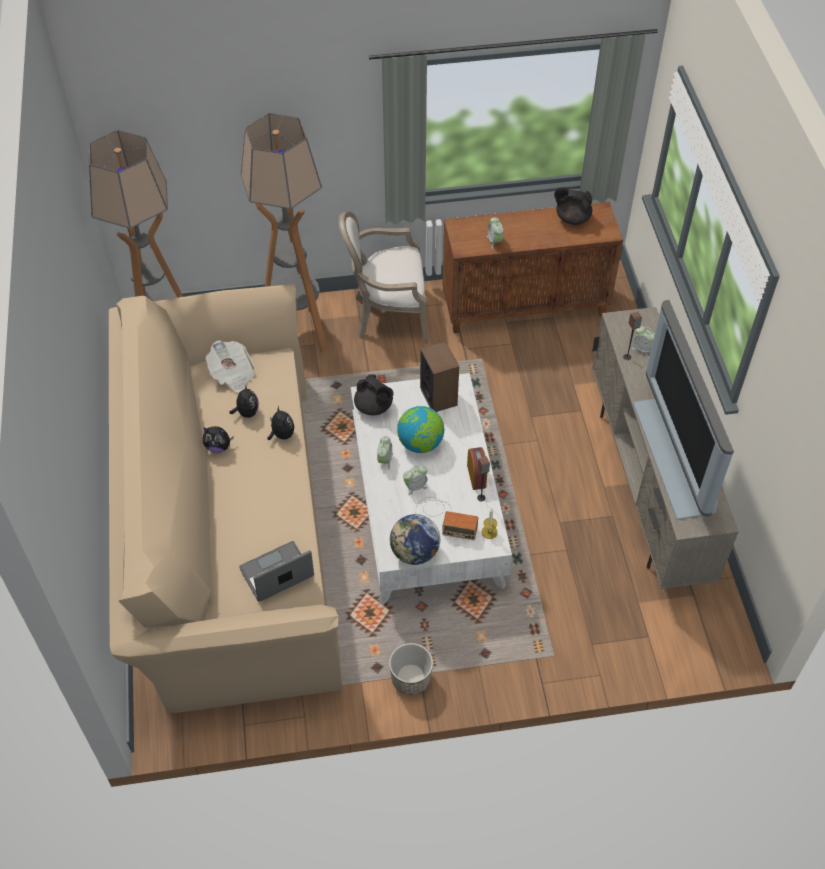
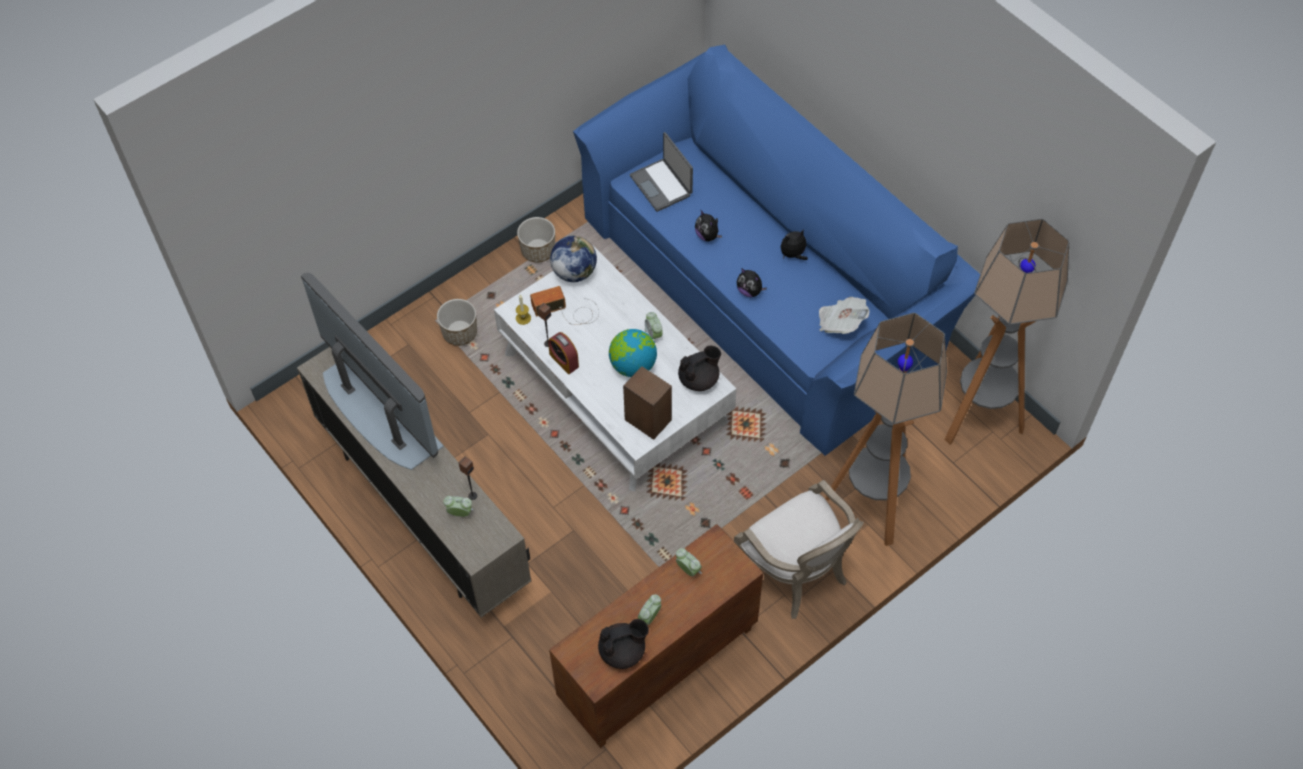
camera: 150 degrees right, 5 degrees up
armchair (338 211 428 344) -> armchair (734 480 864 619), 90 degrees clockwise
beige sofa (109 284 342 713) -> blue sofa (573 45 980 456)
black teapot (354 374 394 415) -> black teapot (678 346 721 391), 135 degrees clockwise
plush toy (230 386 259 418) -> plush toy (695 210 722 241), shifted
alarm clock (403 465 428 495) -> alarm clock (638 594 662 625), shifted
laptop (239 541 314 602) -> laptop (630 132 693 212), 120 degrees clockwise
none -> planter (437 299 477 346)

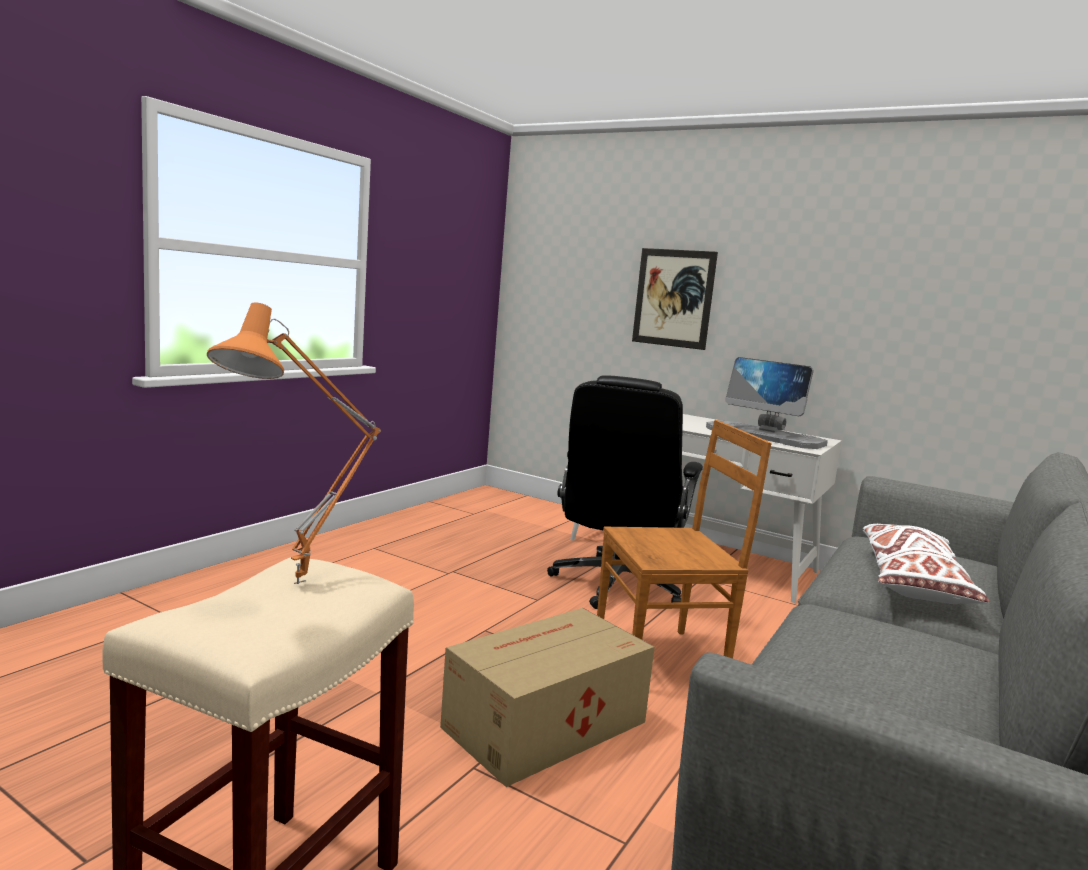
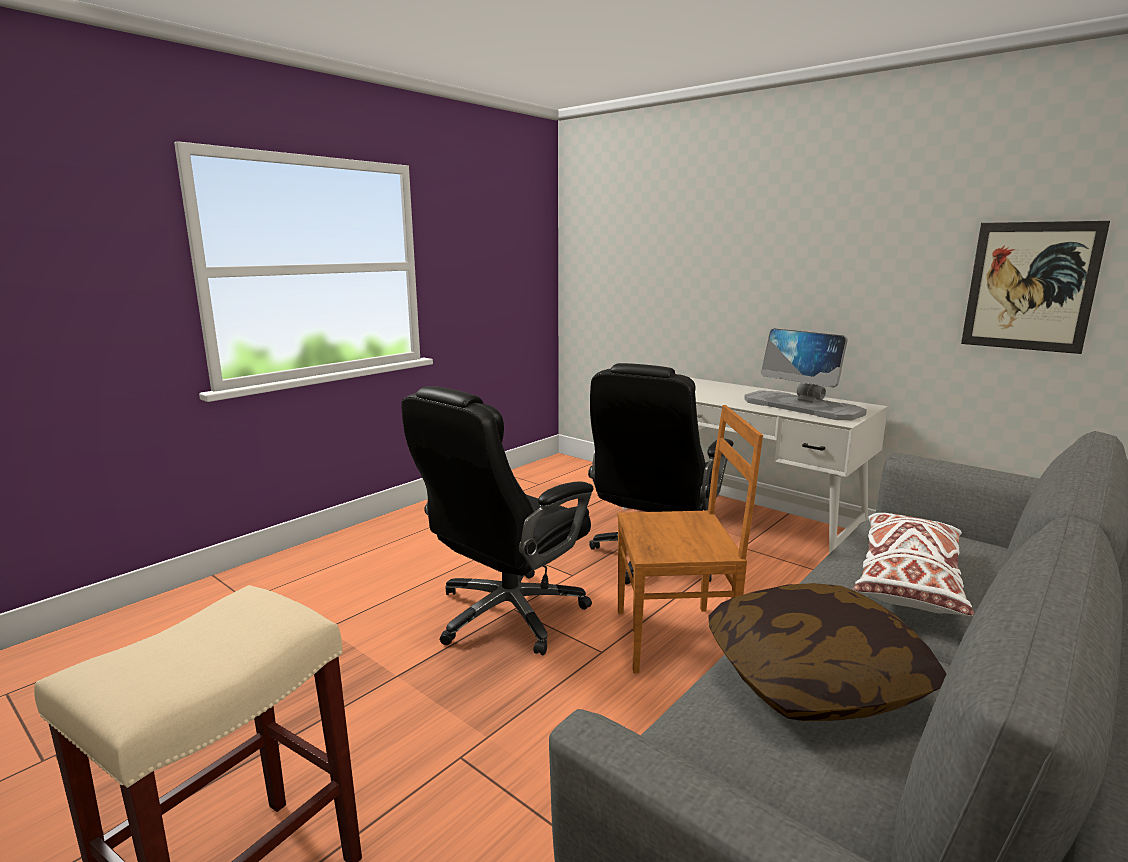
camera: 10 degrees right, 5 degrees up
picture (632 248 718 350) -> picture (961 221 1110 354), shifted
orange table lamp (207 302 381 584) -> none
cardboard box (440 608 655 787) -> none
none -> black office chair (401 386 594 655)
none -> pillow (708 583 947 721)

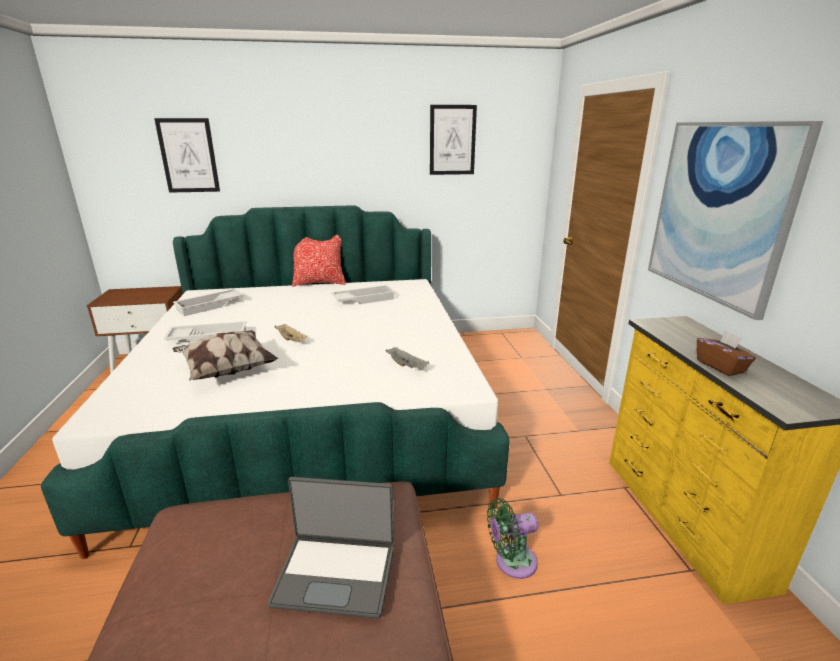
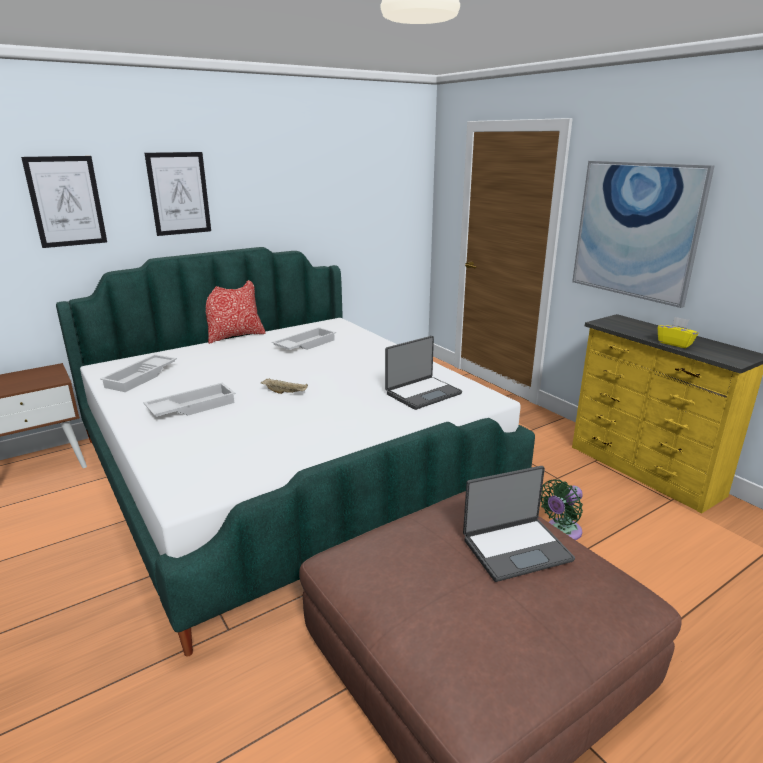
camera: 25 degrees left, 0 degrees up
picture (430 105 477 175) -> picture (145 152 211 236), shifted
pillow (173 330 279 381) -> none
brown tissue box (697 330 756 376) -> yellow tissue box (657 317 699 348)
grey tray (385 347 429 369) -> laptop (385 336 462 410)

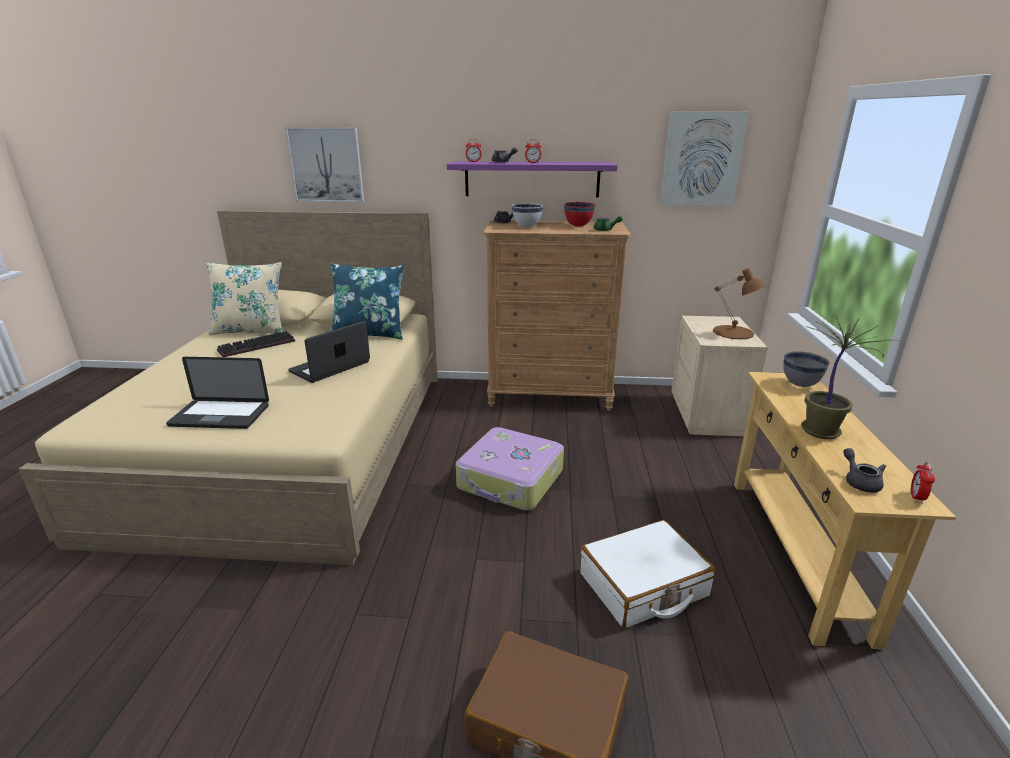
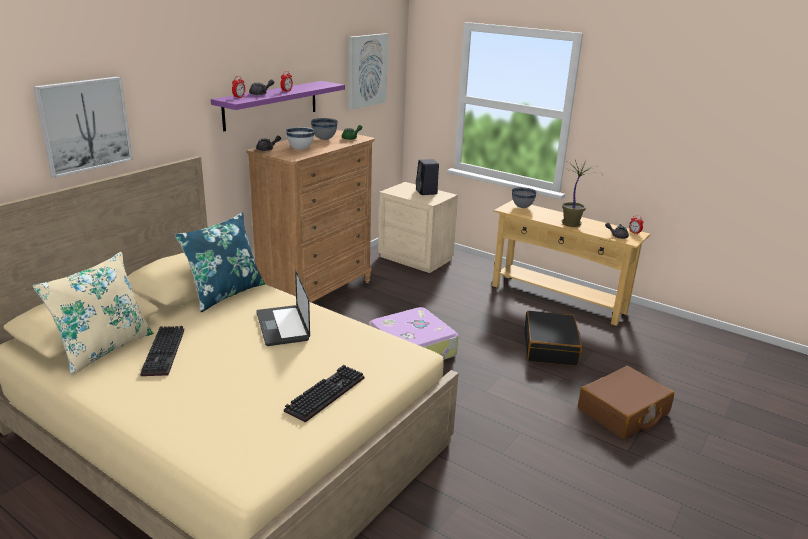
camera: 60 degrees left, 0 degrees up
red bowl (564 202 595 227) -> grey bowl (311 118 338 140)
brown table lamp (713 268 766 339) -> black speaker (416 159 439 195)
laptop (166 357 269 429) -> keyboard (284 365 364 423)
white suitcase (580 520 715 628) -> black suitcase (525 311 582 366)

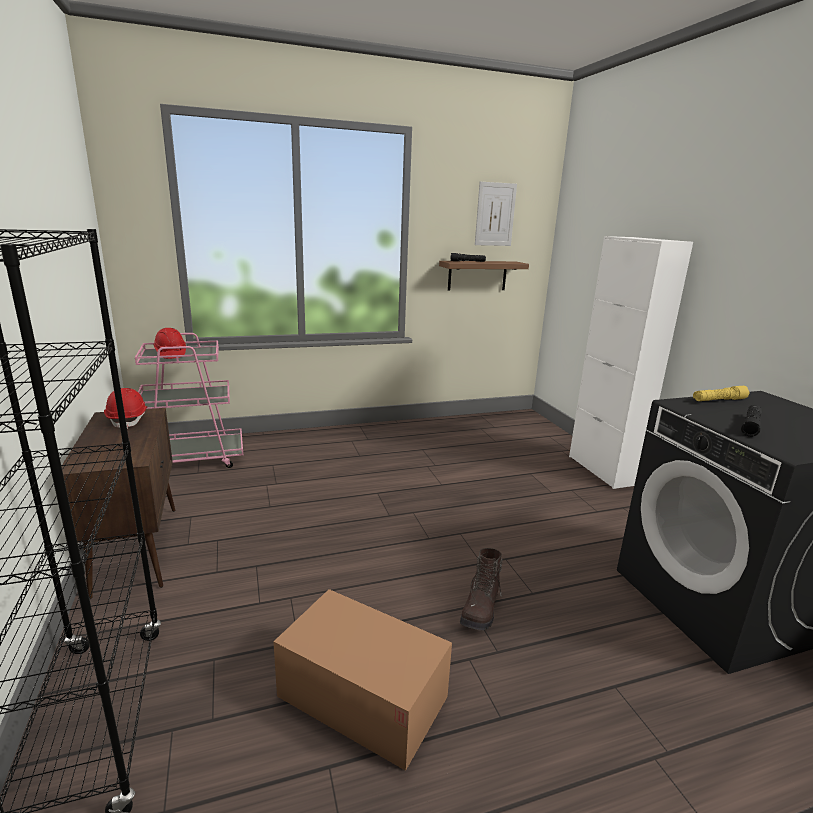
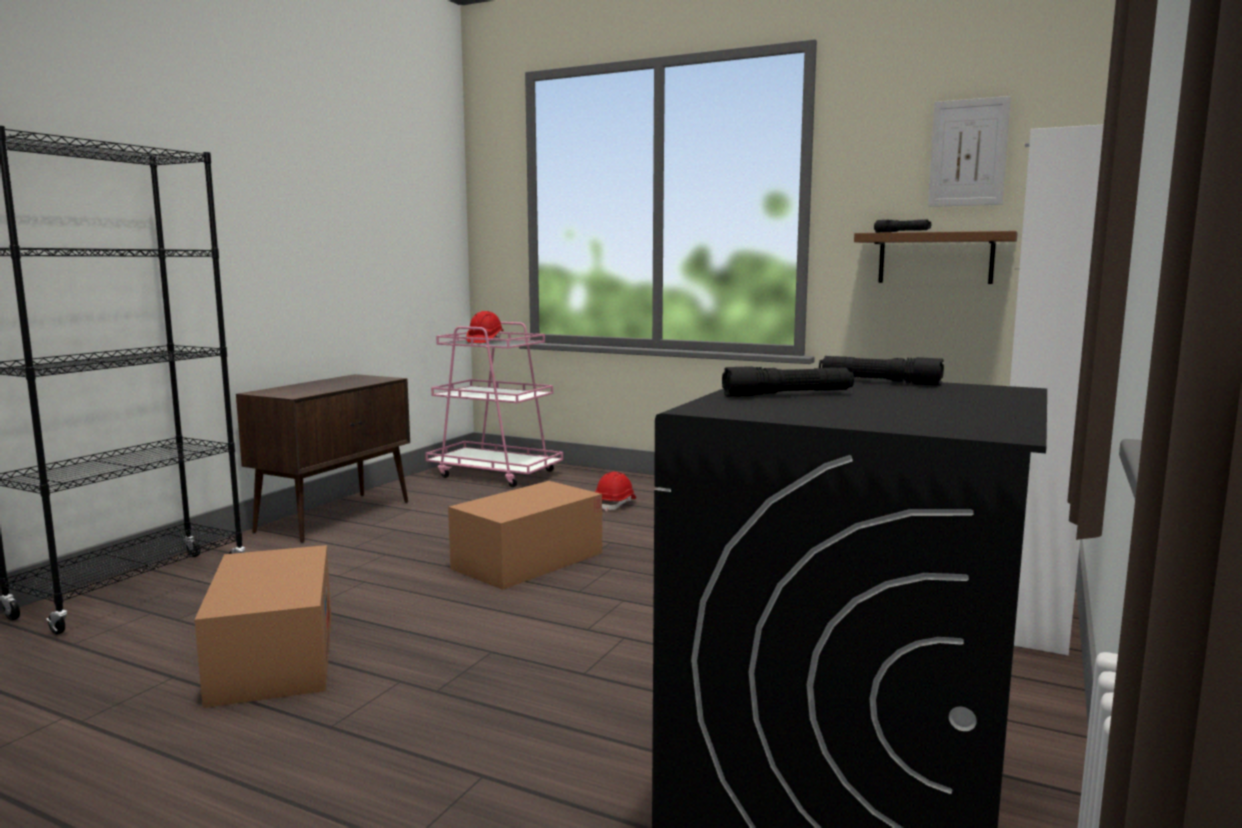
camera: 45 degrees right, 10 degrees down
yellow flashlight (693 386 749 401) -> black flashlight (819 356 944 386)
red hard hat (104 388 147 429) -> red hard hat (595 472 636 512), shifted
brown boot (460 548 503 630) -> none
none -> cardboard box (448 481 602 590)

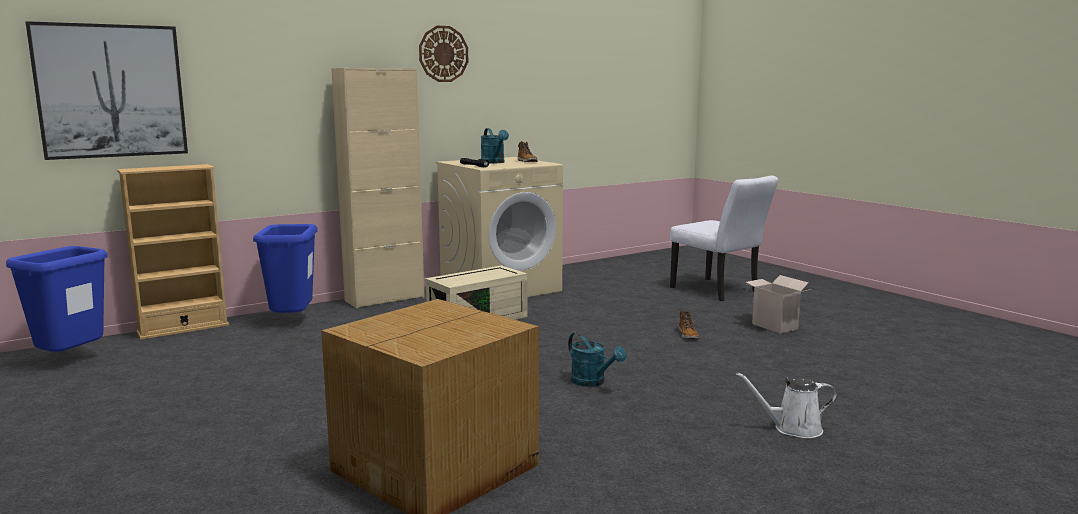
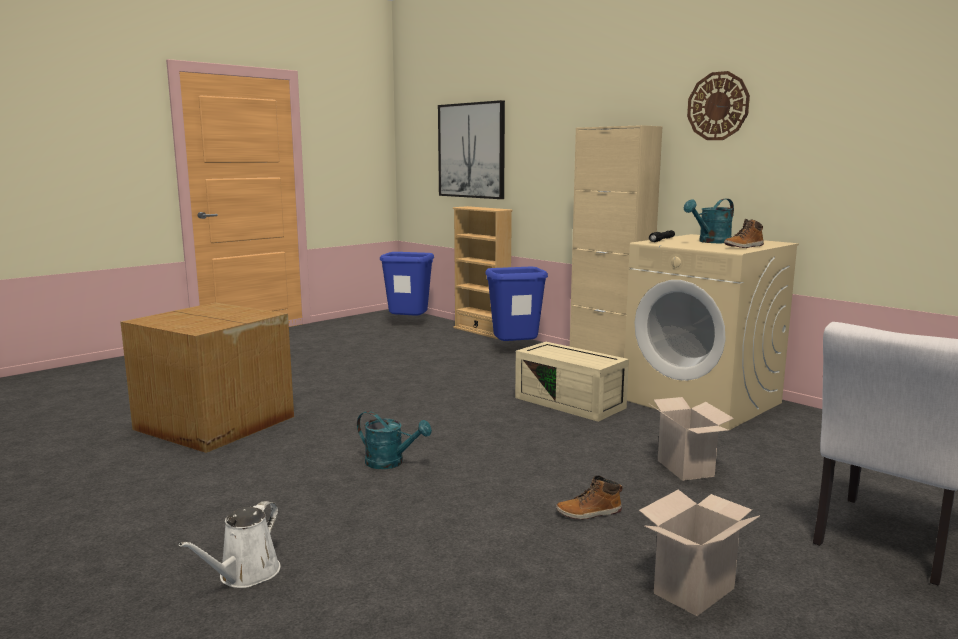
camera: 80 degrees right, 0 degrees up
turquoise watering can (568 332 626 387) -> turquoise watering can (357 411 432 469), 105 degrees counterclockwise
white watering can (736 372 837 438) -> white watering can (179 501 281 588), 150 degrees counterclockwise
none -> cardboard box (648 397 734 481)

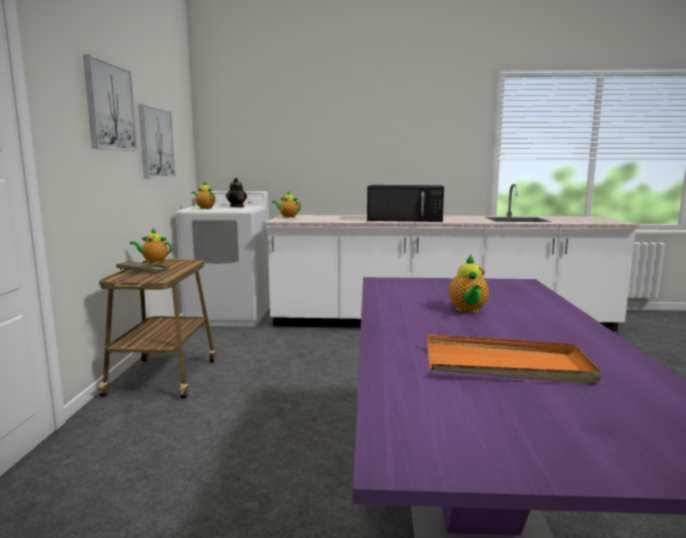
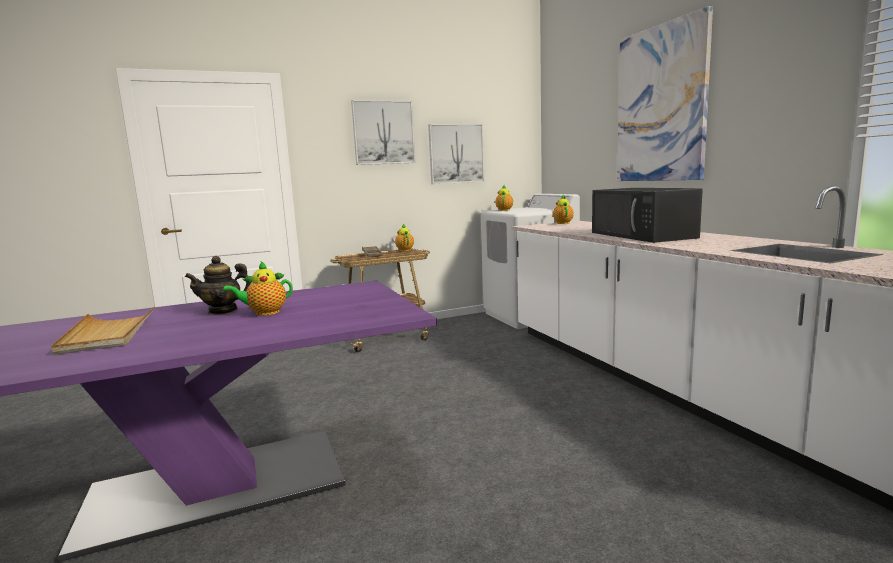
camera: 65 degrees right, 0 degrees up
teapot (226 178 247 207) -> teapot (185 256 251 315), shifted
orange tray (428 334 601 385) -> beige tray (51 306 155 355)
none -> picture (617 6 713 181)

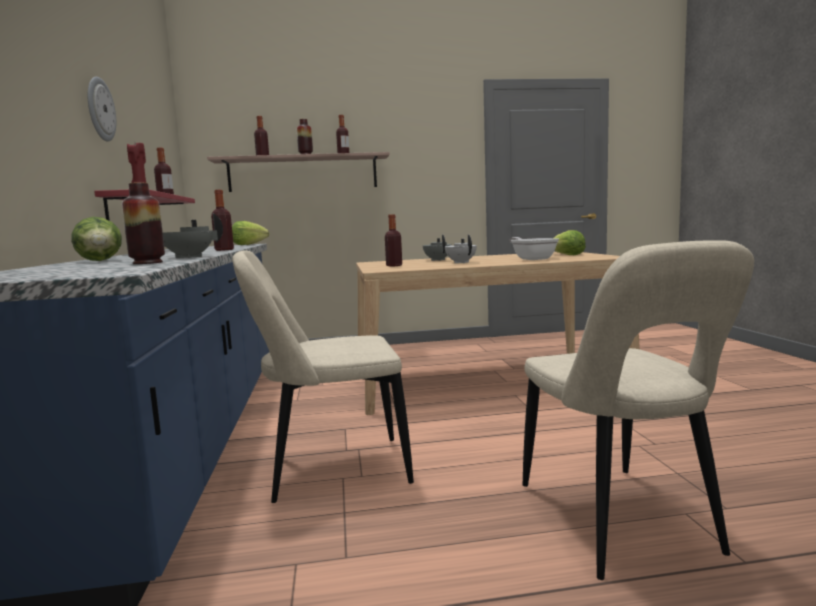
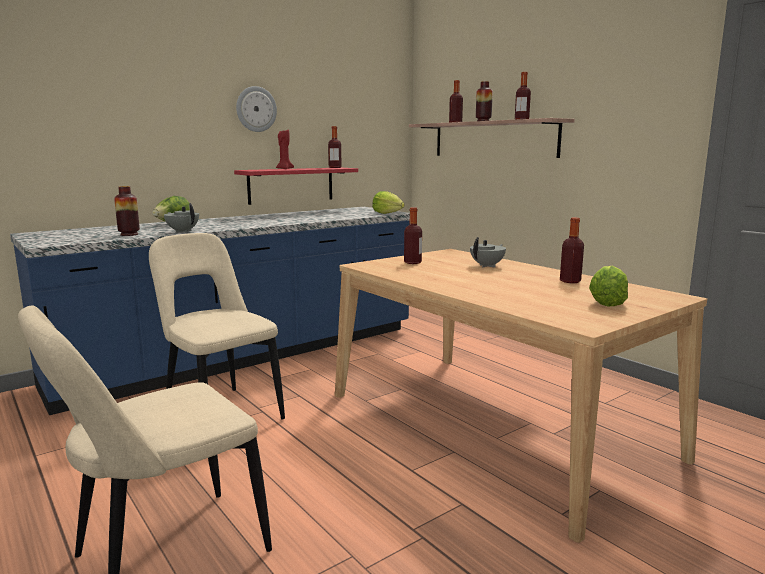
camera: 60 degrees right, 5 degrees up
bottle (211 190 234 251) -> bottle (560 218 584 283), shifted
white teapot (445 235 477 263) -> none
frying pan (509 237 559 260) -> none

